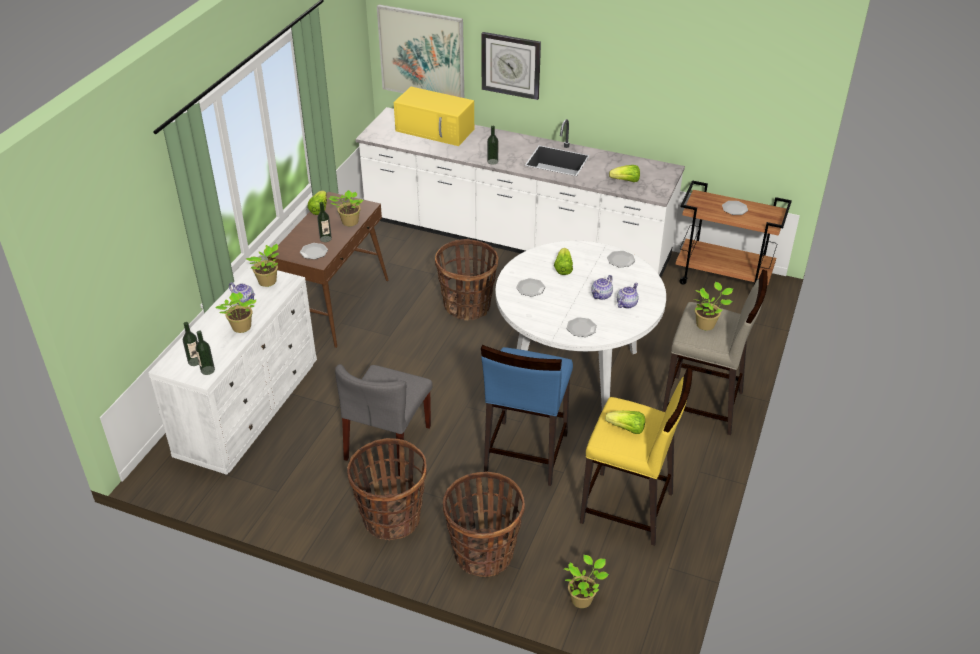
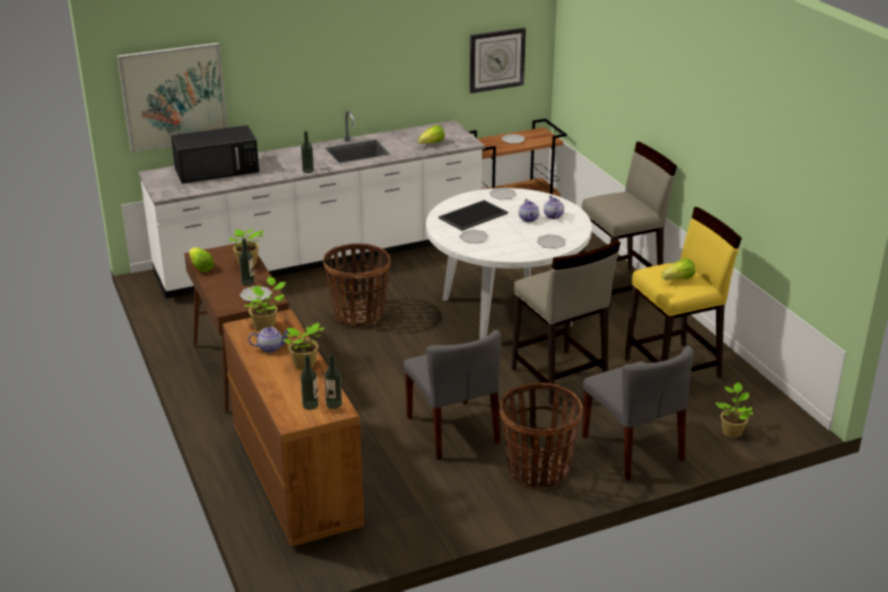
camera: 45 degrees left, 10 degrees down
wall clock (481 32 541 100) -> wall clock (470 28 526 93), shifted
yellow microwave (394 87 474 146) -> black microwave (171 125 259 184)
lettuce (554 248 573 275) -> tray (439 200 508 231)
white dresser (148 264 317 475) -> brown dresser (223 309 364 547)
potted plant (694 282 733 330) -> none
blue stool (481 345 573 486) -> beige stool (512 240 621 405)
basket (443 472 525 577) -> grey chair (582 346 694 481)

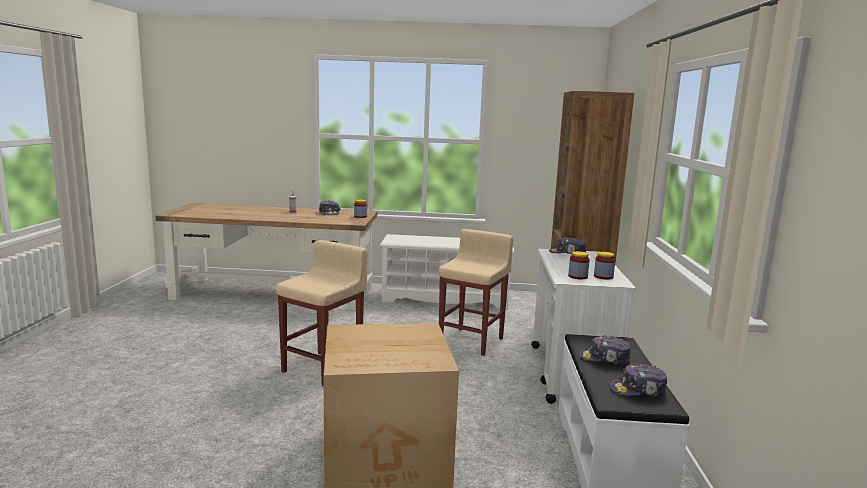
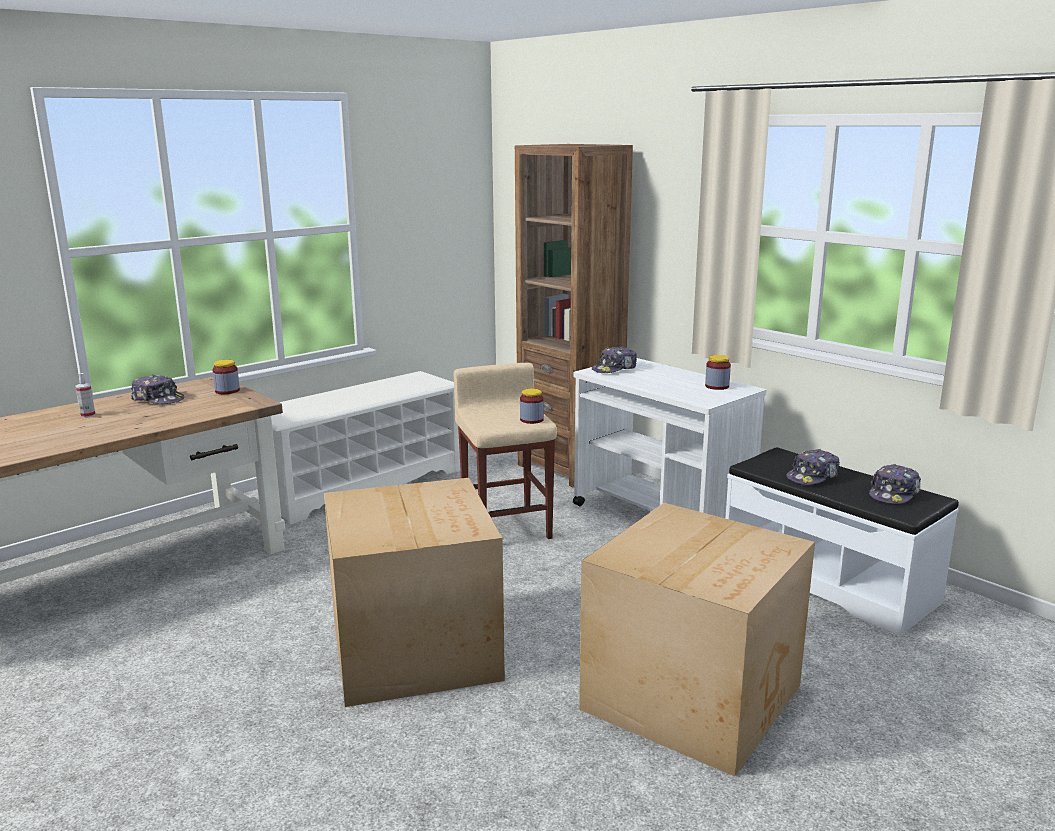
camera: 45 degrees left, 5 degrees up
beige stool (276 240 368 386) -> cardboard box (324 478 505 707)
jar (568 251 590 279) -> jar (520 389 544 424), shifted

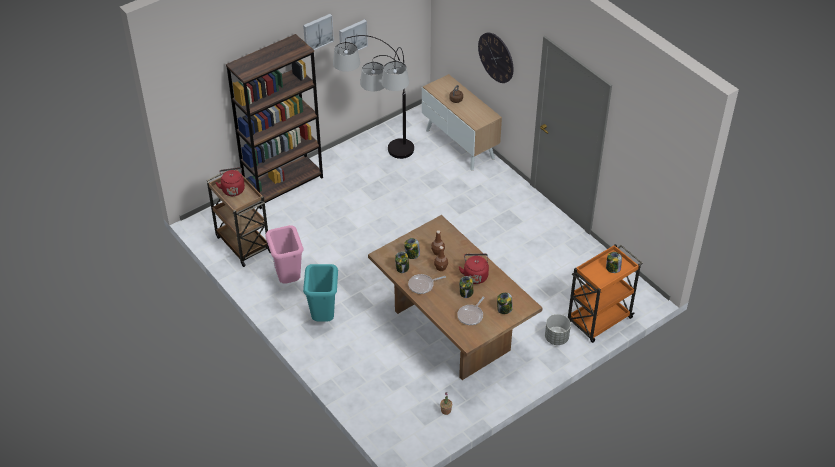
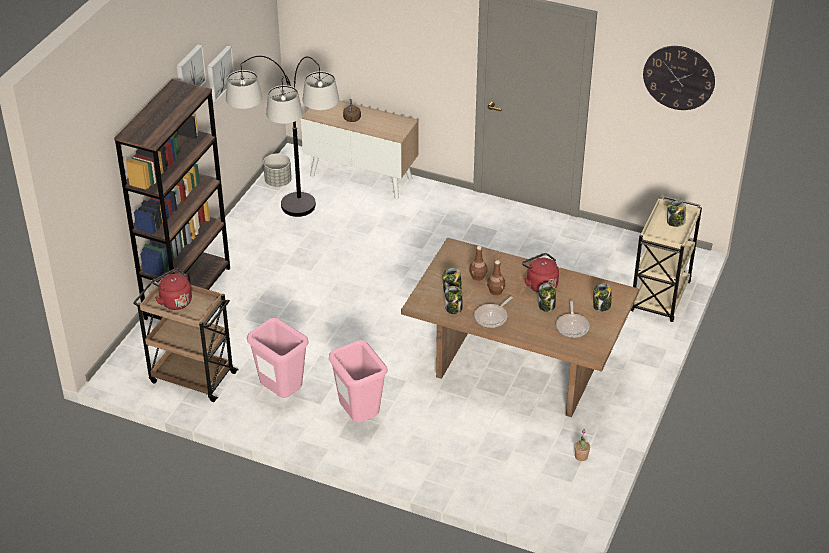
camera: 30 degrees left, 5 degrees down
wall clock (478 32 514 83) -> wall clock (643 46 715 110), shifted
orange cart (568 244 642 343) -> beige cart (631 196 702 322)
turquoise trash can (303 264 338 322) -> pink trash can (329 340 388 422)
grey planter (545 314 571 345) -> grey planter (263 153 292 187), shifted

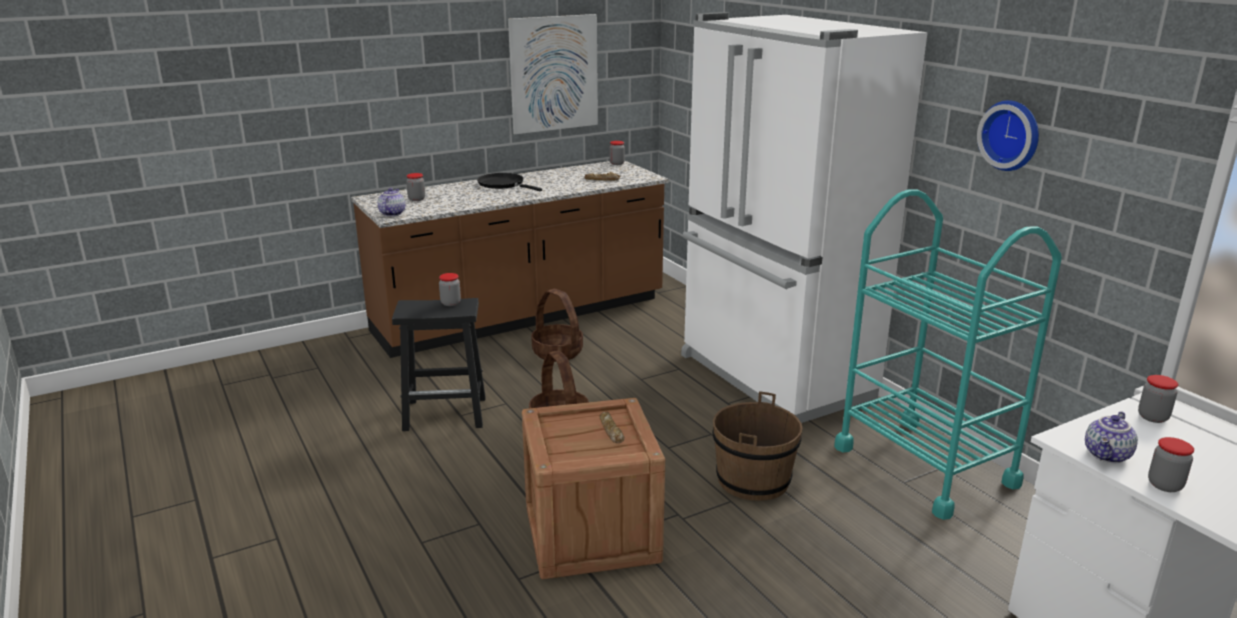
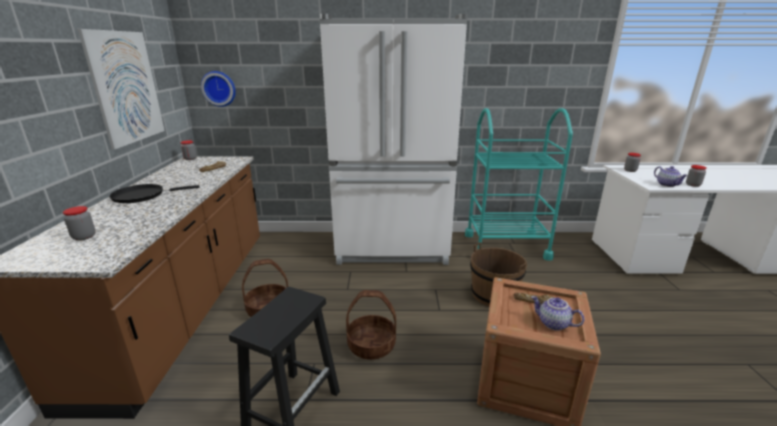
camera: 60 degrees left, 0 degrees up
wall clock (977 100 1039 171) -> wall clock (201 71 236 107), shifted
teapot (378 188 405 216) -> teapot (531 296 584 331), shifted
jar (439 273 461 306) -> none

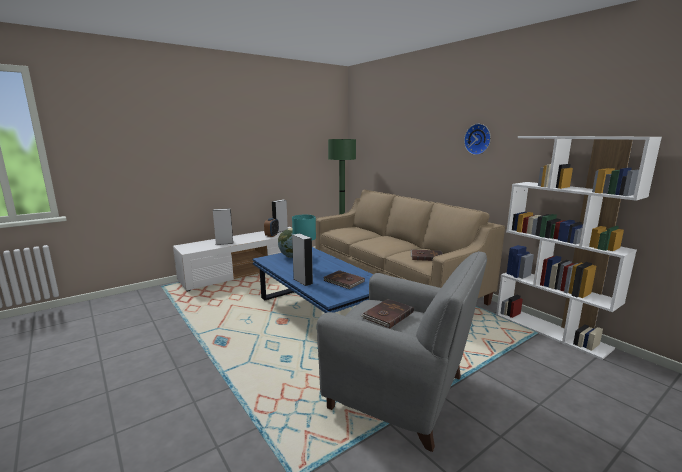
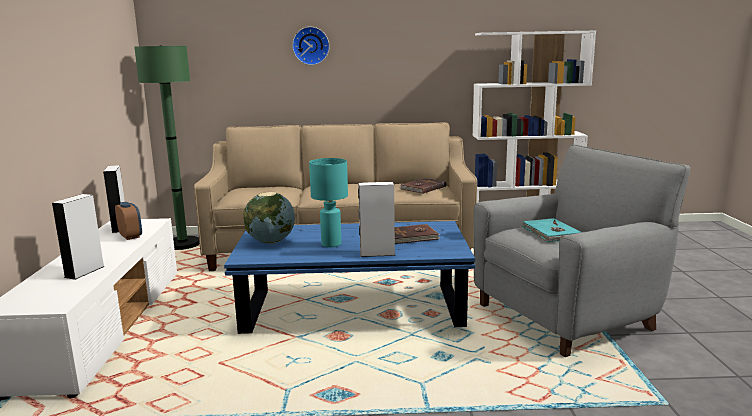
camera: 55 degrees left, 0 degrees up
wall clock (464 124 491 155) -> wall clock (292 27 330 65), shifted
brown book (361 299 414 329) -> turquoise book (522 218 582 242)

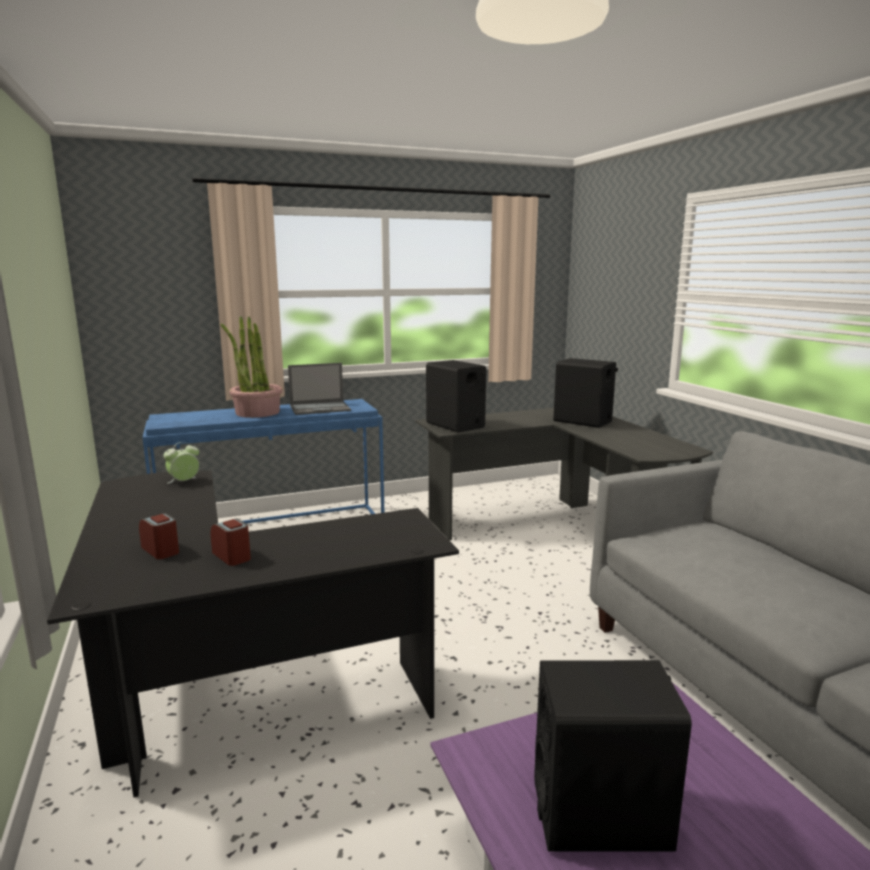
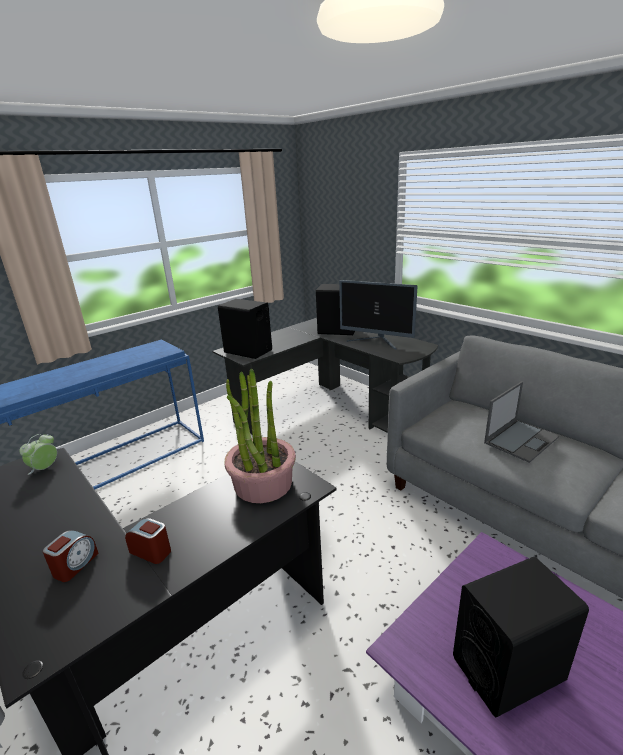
camera: 20 degrees left, 10 degrees up
potted plant (221 316 283 418) -> potted plant (224 368 296 503), shifted
laptop (288 363 351 415) -> laptop (484 381 559 463), shifted
alarm clock (139 513 179 559) -> alarm clock (43 530 99 582), 90 degrees clockwise
none -> monitor (339 280 418 349)

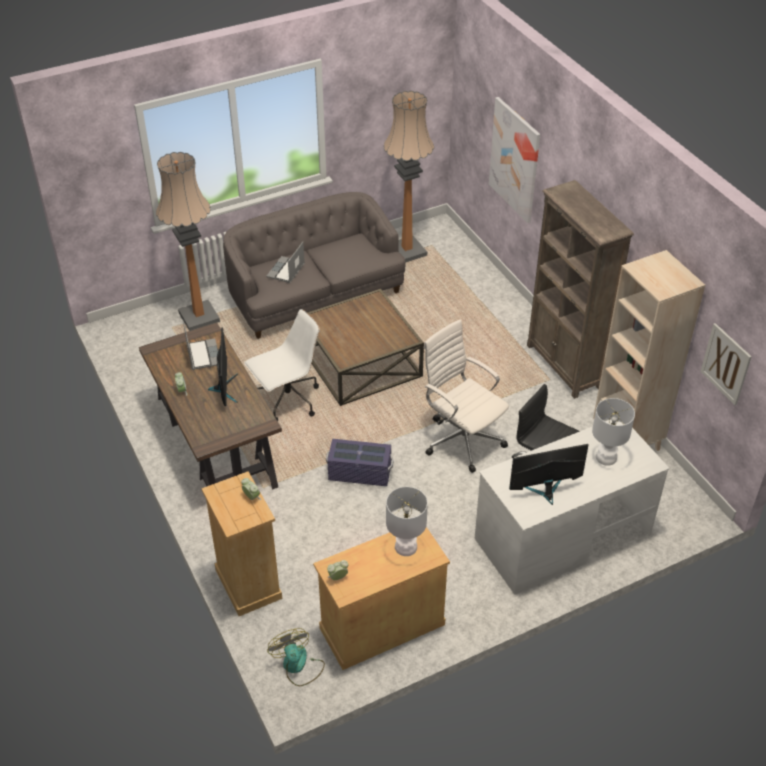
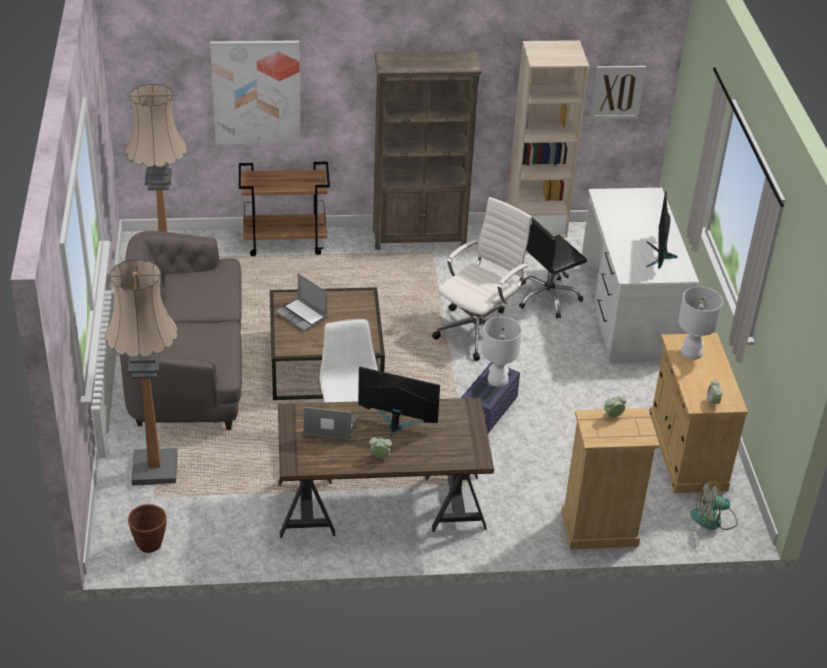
camera: 70 degrees left, 5 degrees down
laptop (266 242 305 283) -> laptop (275 273 328 331), shifted
white office chair (424 320 509 473) -> white office chair (432 197 532 361), 150 degrees clockwise
white table lamp (592 398 635 466) -> white table lamp (482 317 522 387), shifted
none -> brown cart (239 162 330 256)
none -> brown planter (128 504 167 553)

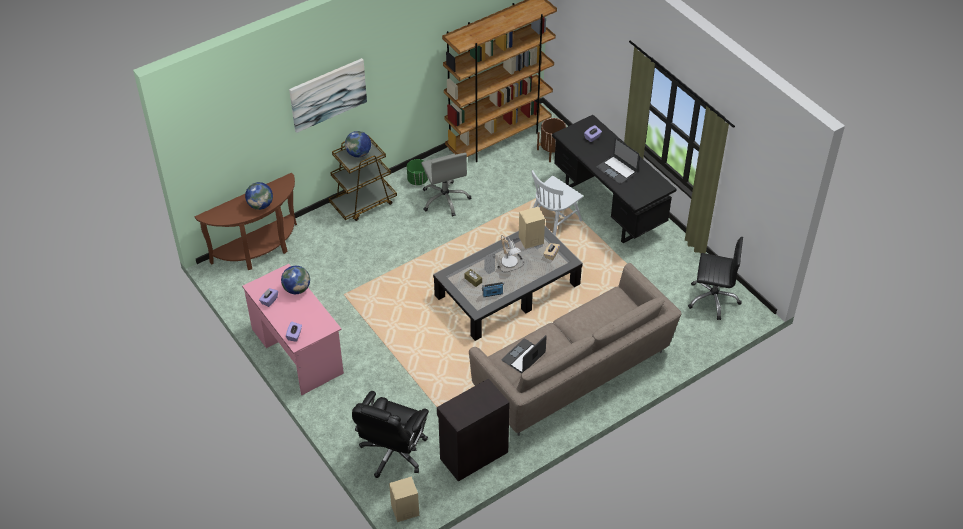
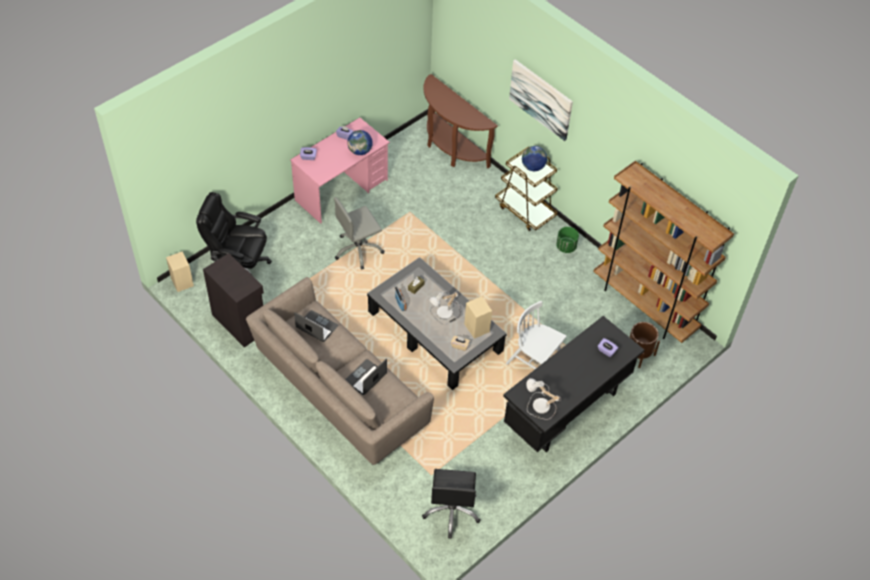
camera: 80 degrees right, 5 degrees up
laptop (597 138 639 184) -> laptop (345 359 387 395), shifted
grey office chair (421 153 471 217) -> grey office chair (334 197 384 270), shifted
globe (245 182 273 210) -> none
none -> table lamp (526 378 561 420)

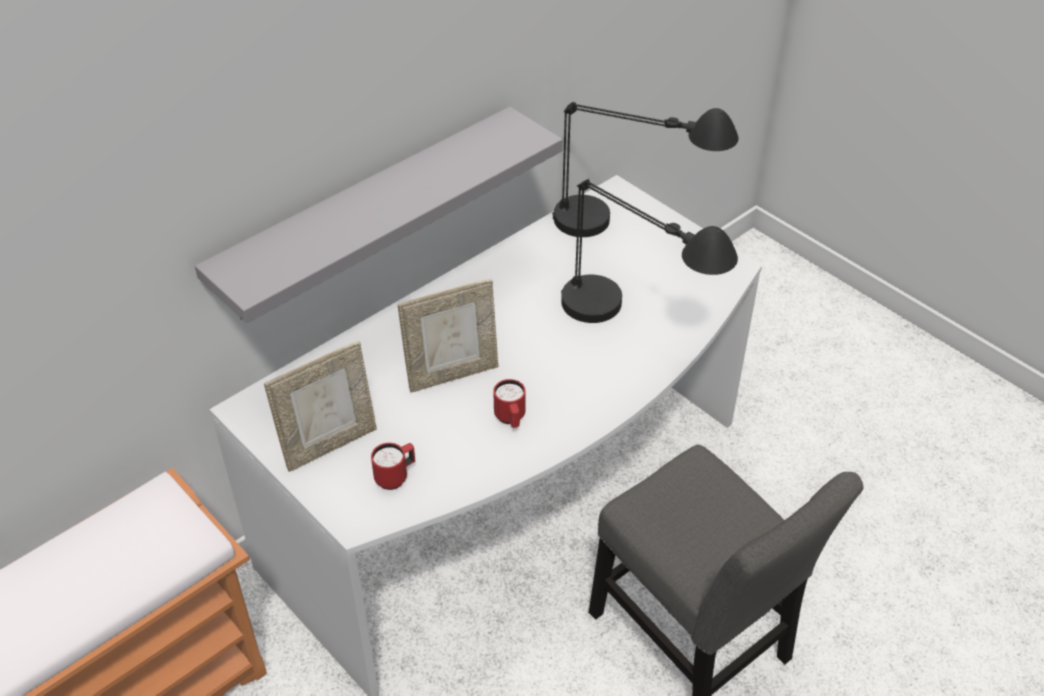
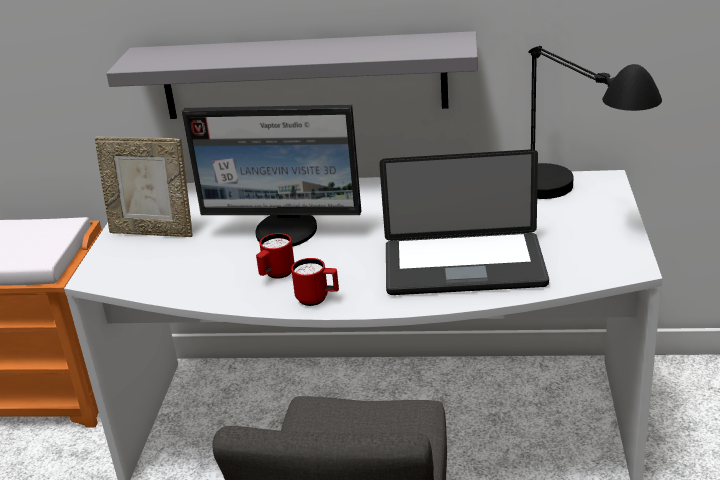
camera: 50 degrees right, 15 degrees down
black table lamp (561 179 738 323) -> laptop (379 149 549 295)
picture frame (398 279 498 393) -> monitor (182 105 361 247)
red mug (371 443 415 490) -> red mug (291 258 339 306), shifted

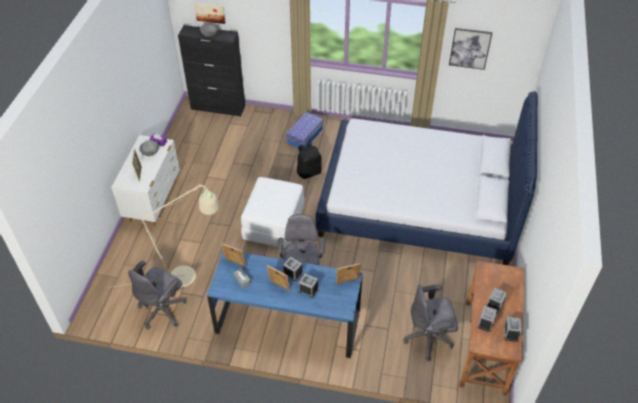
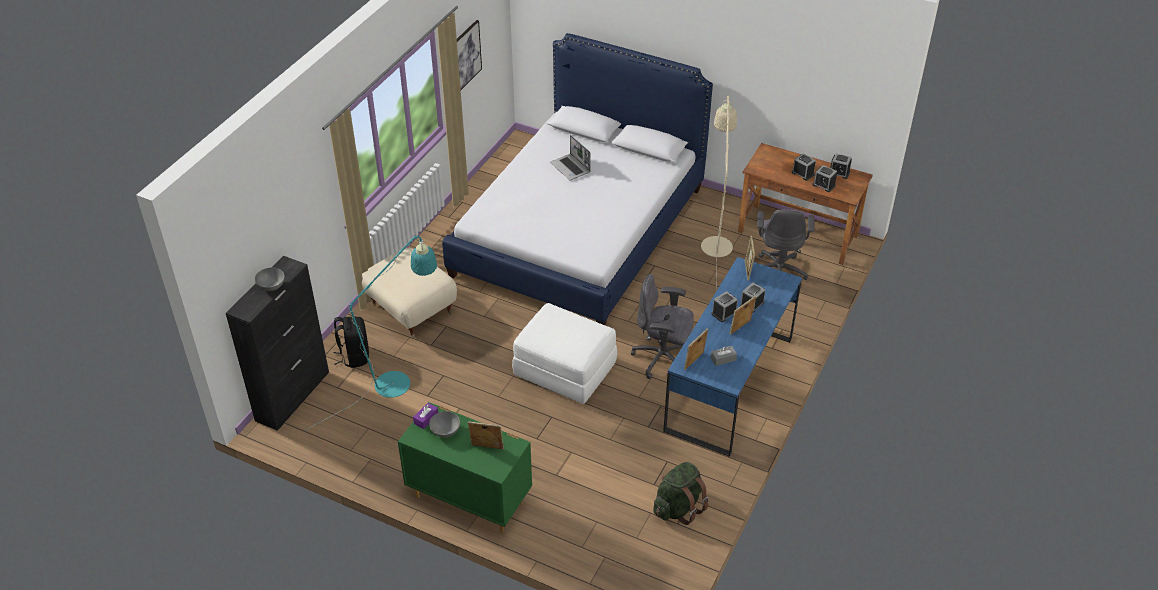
camera: 75 degrees left, 5 degrees down
picture (194 3 225 24) -> none
storage box (286 112 323 148) -> beige ottoman (362 248 457 338)
white dresser (111 135 180 227) -> green dresser (398 402 532 534)
black backpack (297 142 322 179) -> black backpack (334 317 369 368), shifted
beige floor lamp (113 184 220 287) -> beige floor lamp (701 96 737 283), shifted
grey office chair (128 261 186 330) -> green backpack (653 462 709 525)
none -> laptop (550 135 591 180)
none -> turquoise floor lamp (306 235 437 430)

